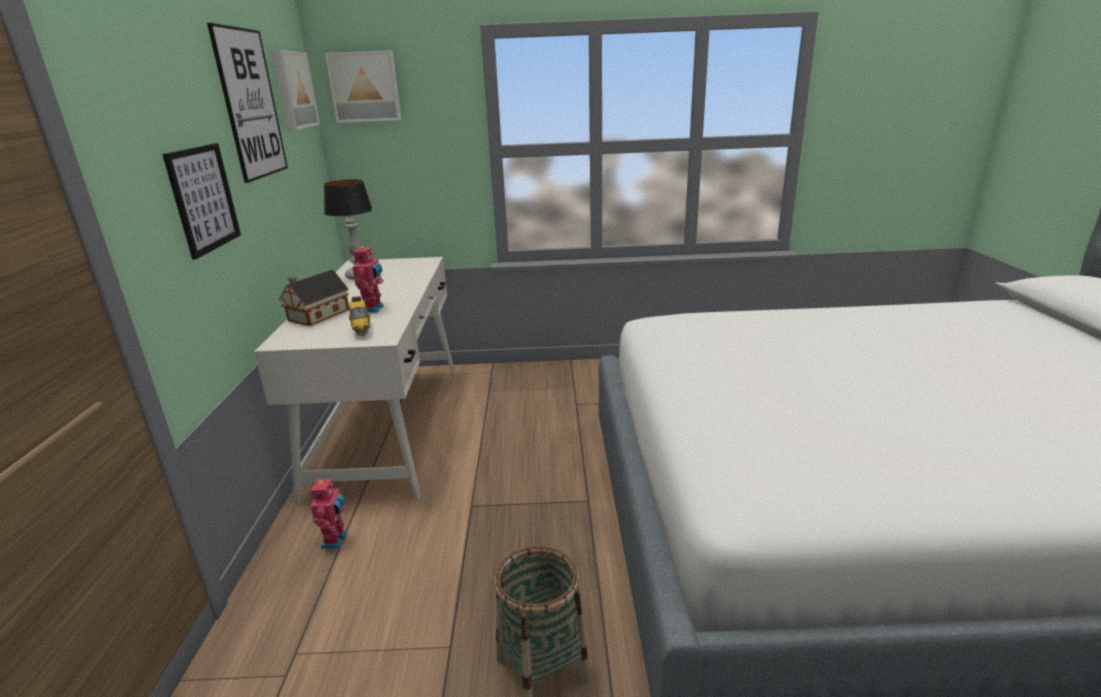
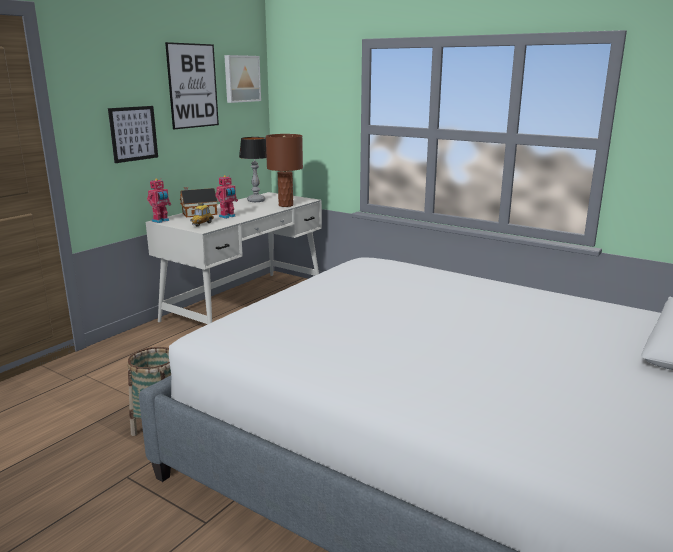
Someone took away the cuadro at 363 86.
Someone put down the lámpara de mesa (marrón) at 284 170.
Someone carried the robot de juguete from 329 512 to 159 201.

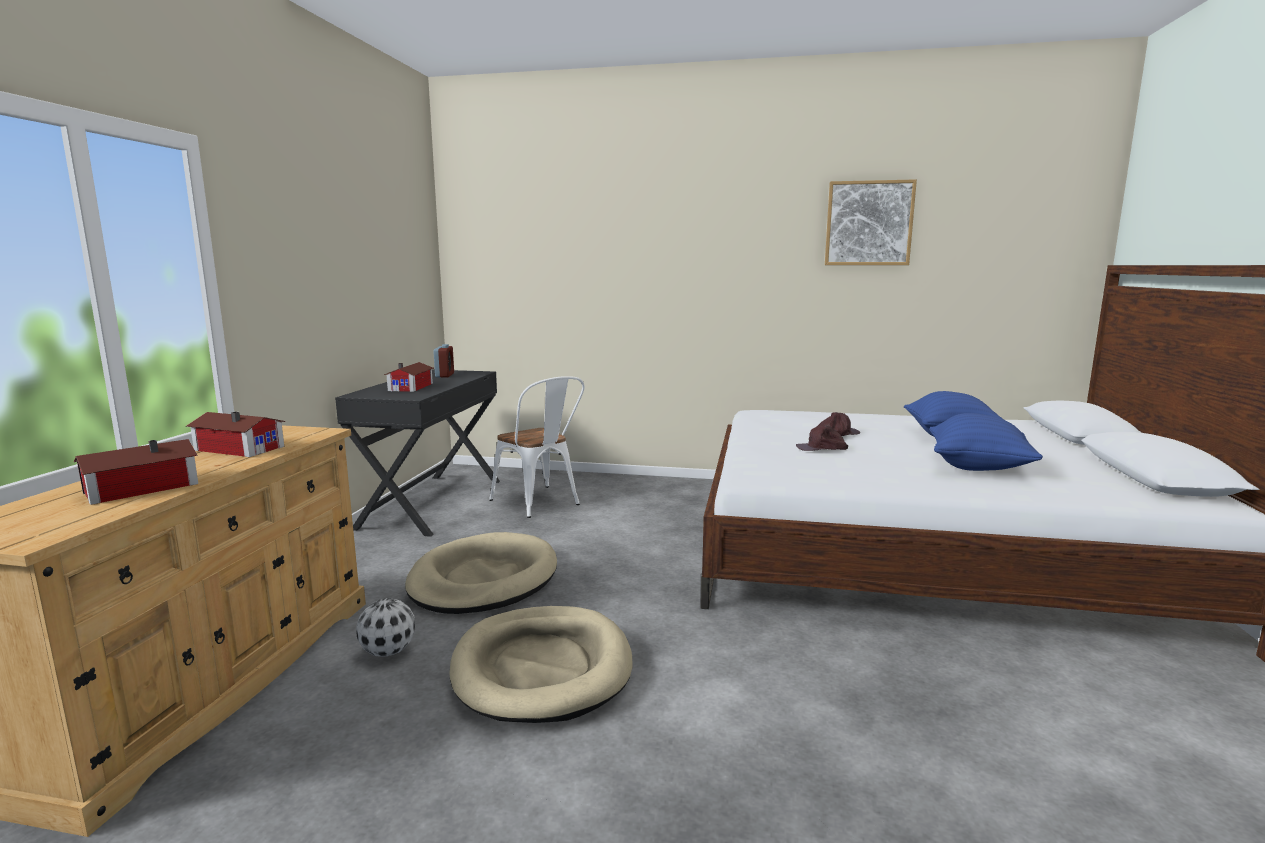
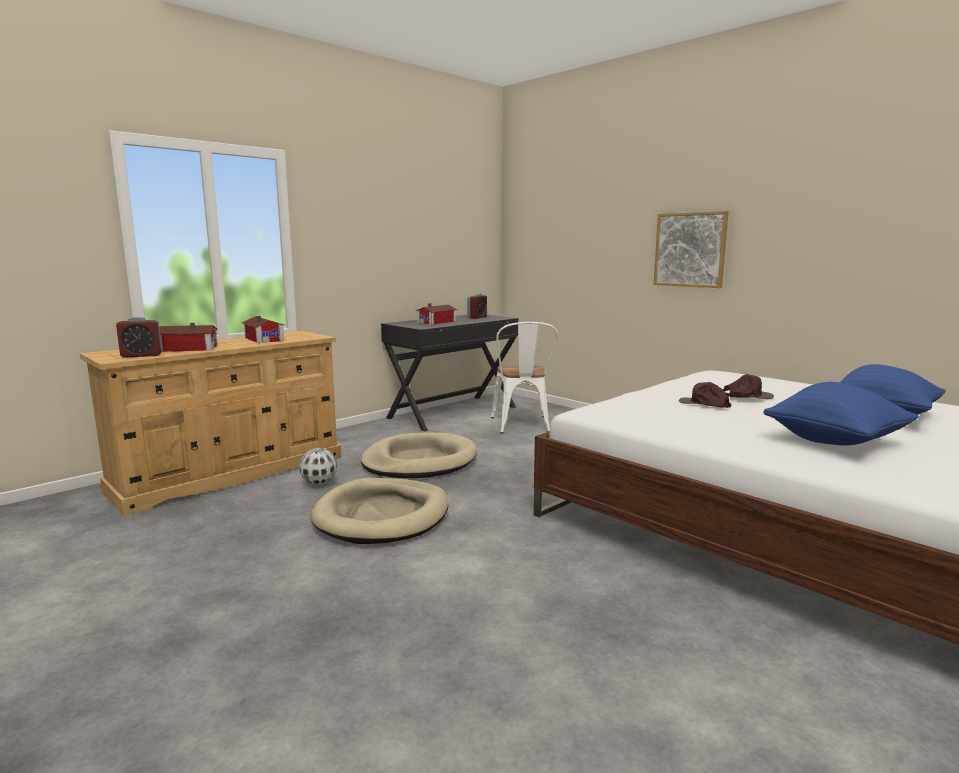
Someone put down the despertador at 139 337.
Someone carried the cuadro from 871 222 to 691 249.

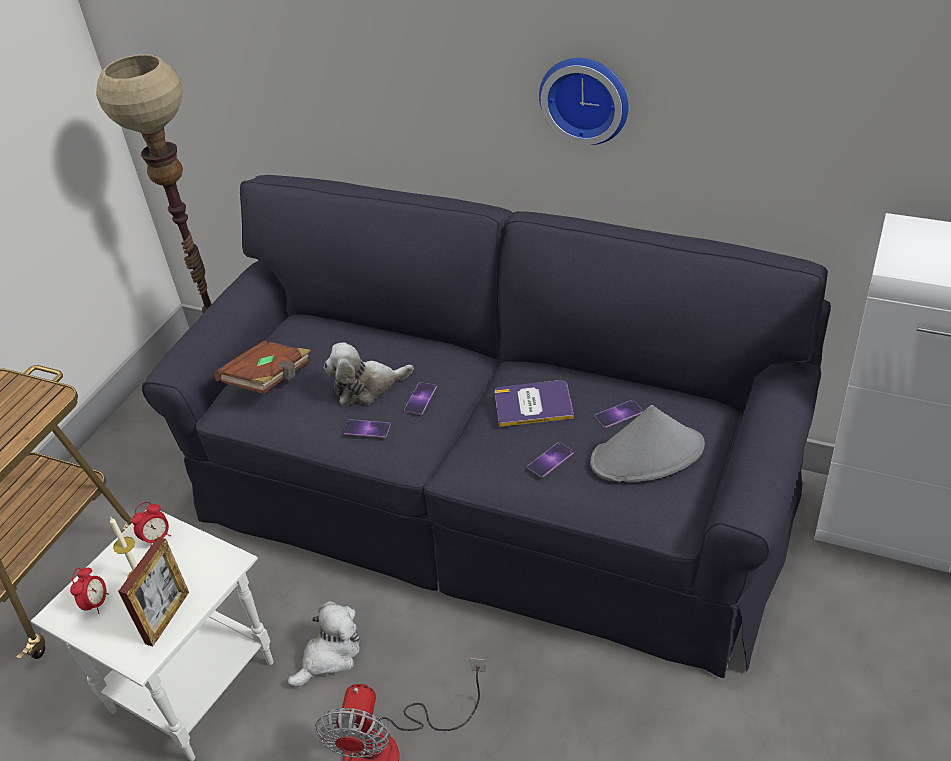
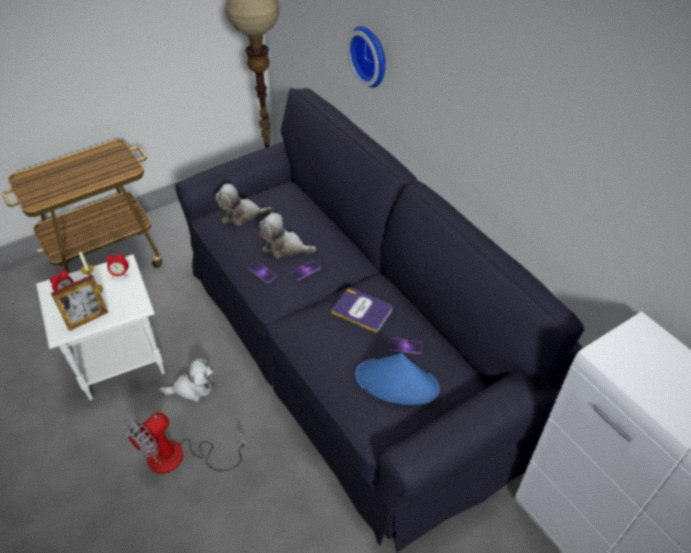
Someone took away the móvil at 550 460.
Someone carried the reloj de pared from 583 101 to 366 57.
Someone swapped the libro (marrón) at 262 367 for the peluche at 244 205.
Someone repainted the sombrero (gris) at 647 443, which became the sombrero (azul) at 397 379.

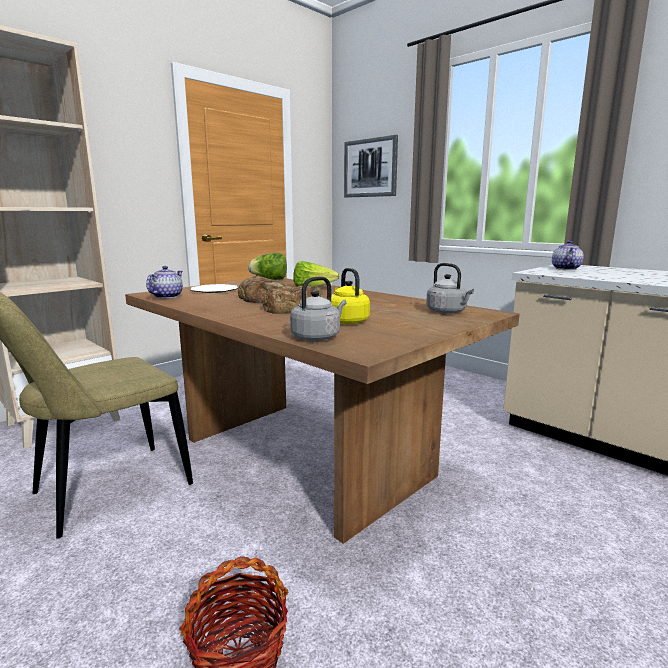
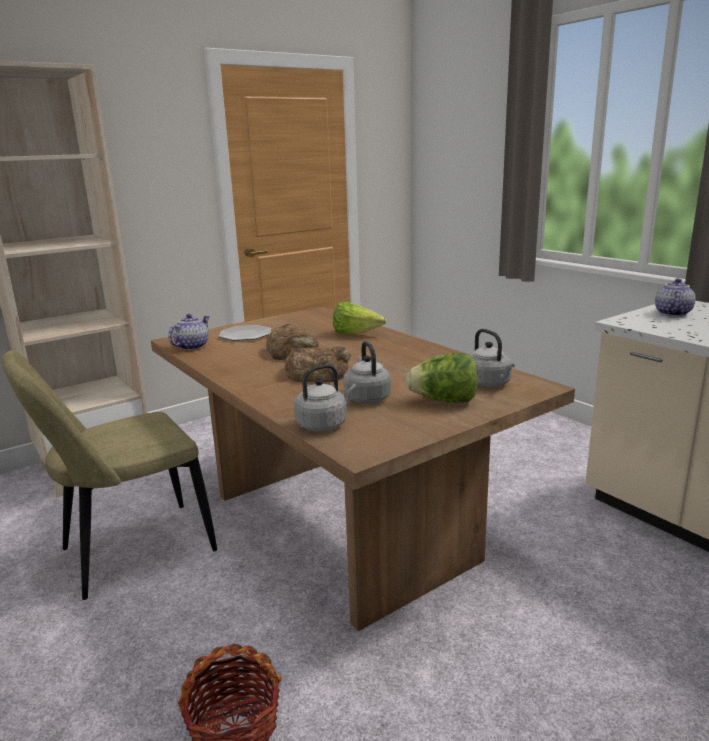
Someone took away the cuadro at 371 166.
Someone carried the lechuga from 267 266 to 442 378.
Someone repainted the hervidor (amarillo) at 350 296, which became the hervidor (gris) at 367 372.

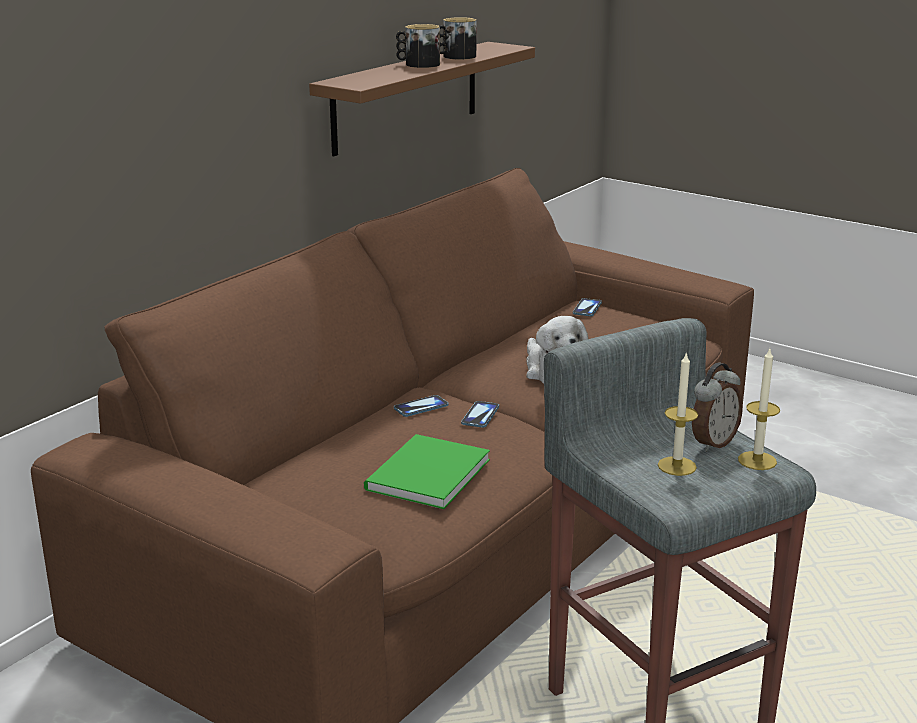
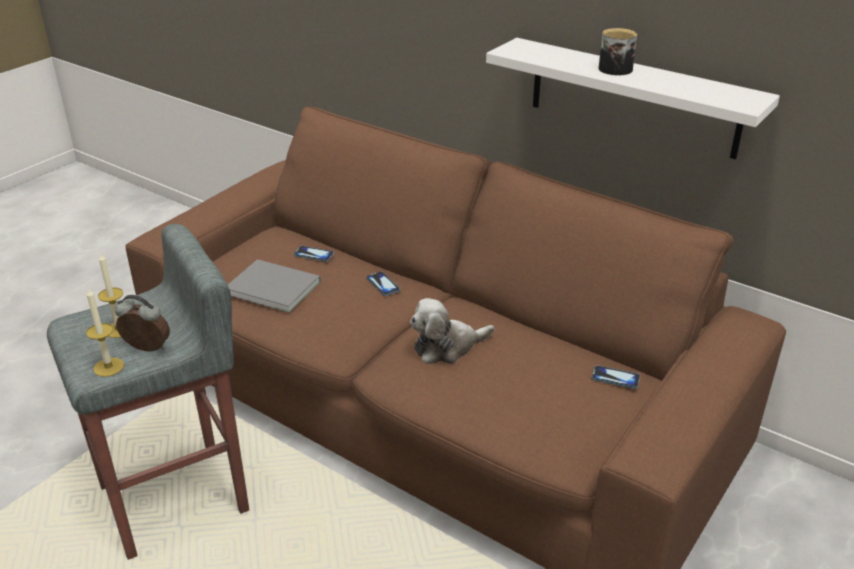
Someone took away the taza grande at 458 38.
Someone carried the móvil from 480 414 to 314 254.
Someone repainted the estante (marrón) at 422 99, which became the estante (blanco) at 633 98.
Someone repainted the libro (verde) at 427 471, which became the libro (gris) at 274 286.
Someone rotated the despertador at 717 407 by 150 degrees clockwise.

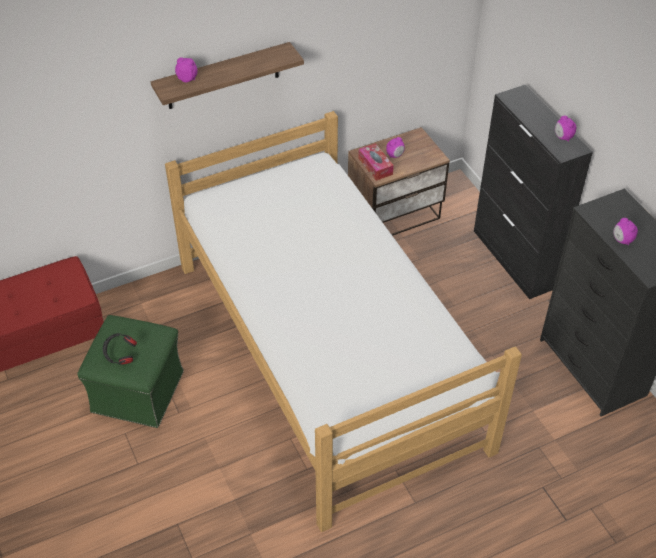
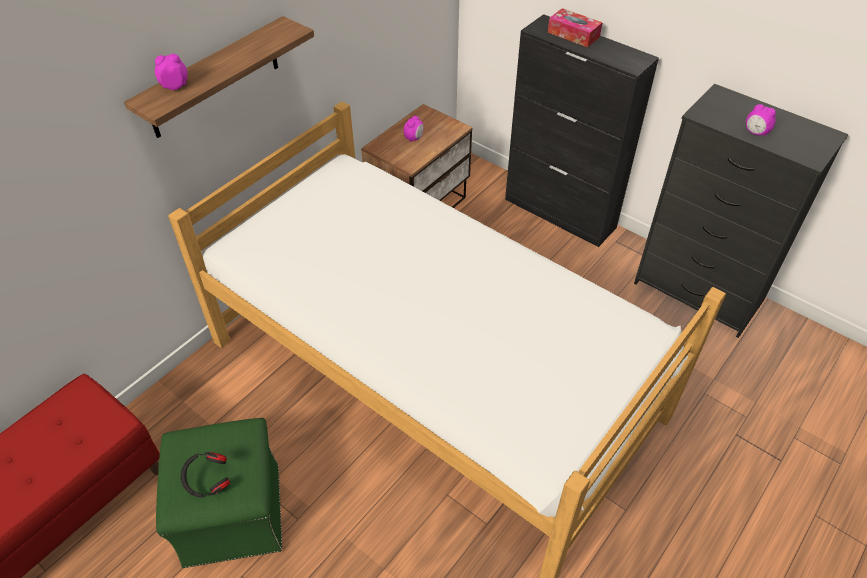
Someone took away the despertador at 565 129.
Someone carried the caja de pañuelos from 376 162 to 575 27.

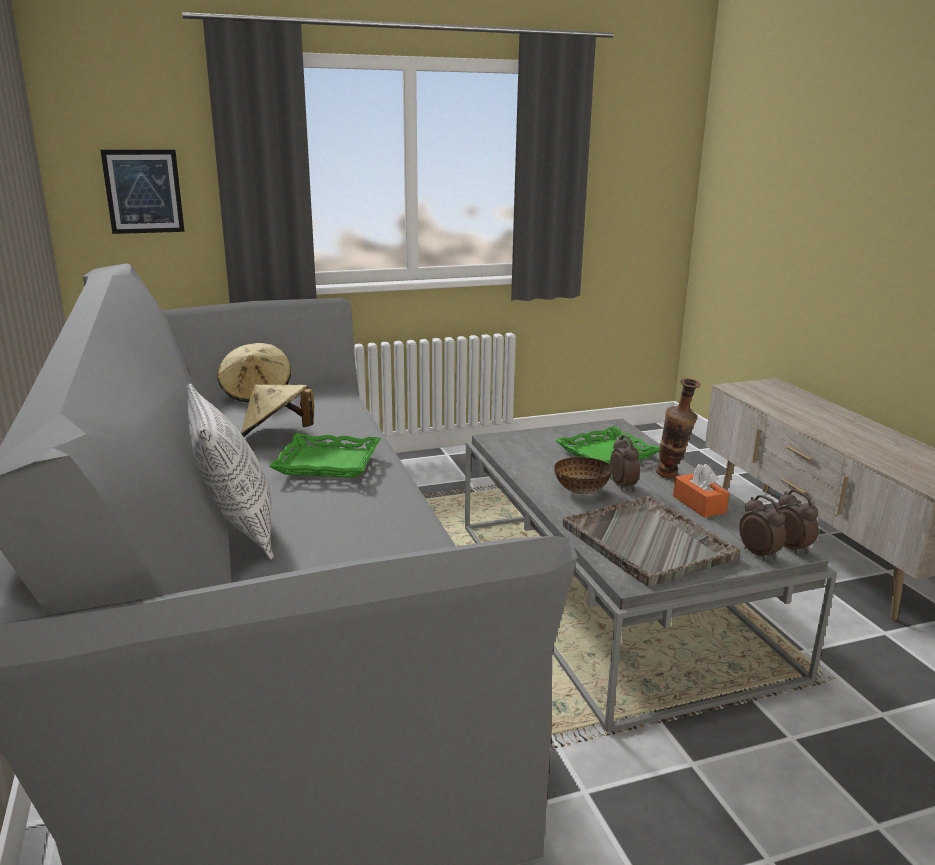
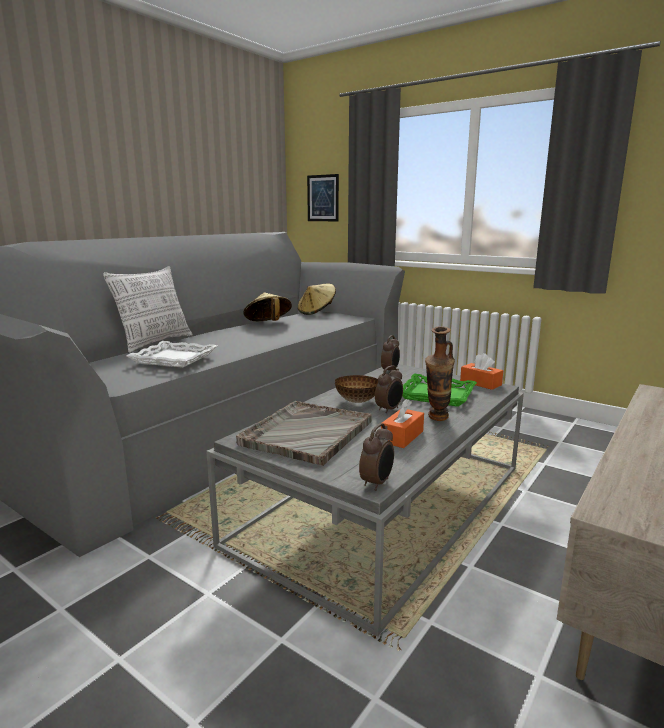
Someone took away the bandeja (verde) at 325 455.
Someone put down the bandeja (blanco) at 171 354.
Someone put down the caja de pañuelos (naranja) at 481 371.
Someone carried the despertador from 762 528 to 390 353.

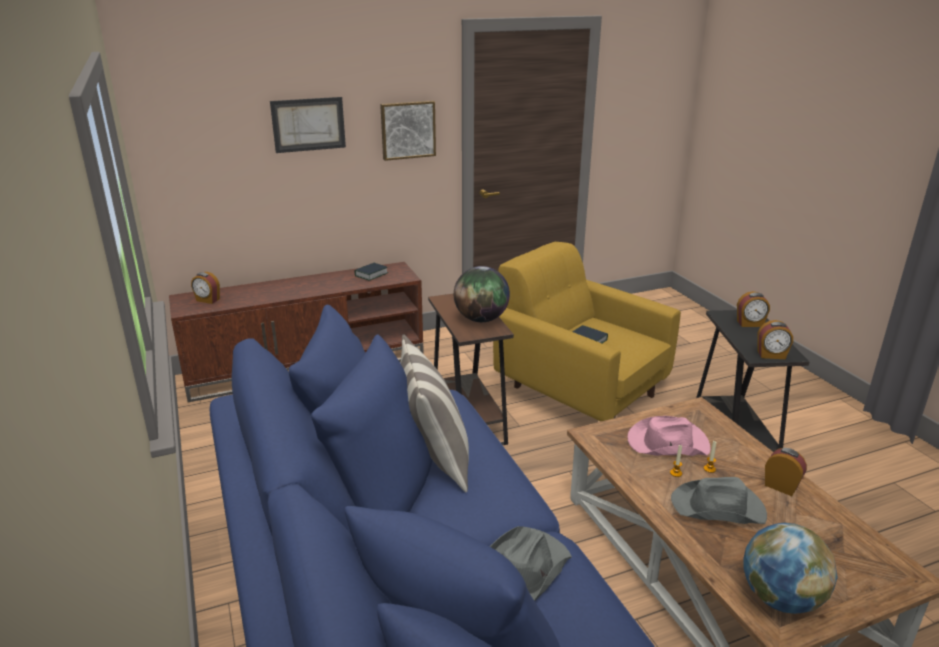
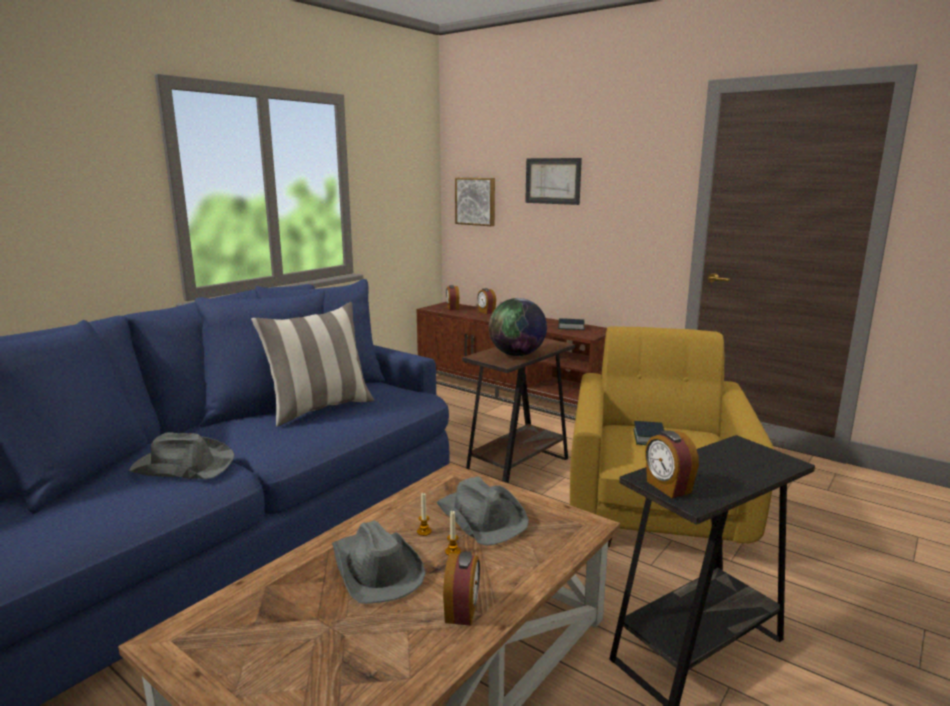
Someone took away the globo terráqueo at 791 568.
Someone carried the cuadro from 408 130 to 475 202.
Someone carried the despertador from 753 309 to 486 301.
Someone repainted the sombrero (rosa) at 669 436, which became the sombrero (gris) at 482 511.

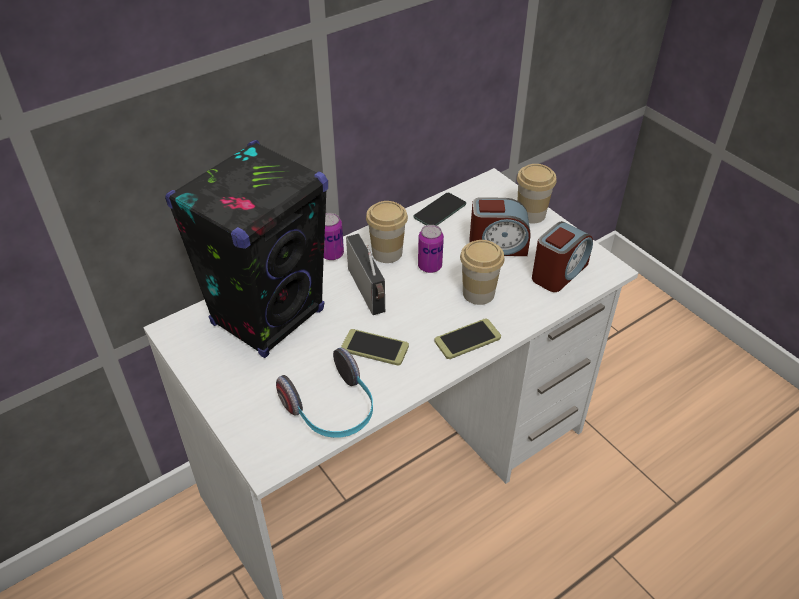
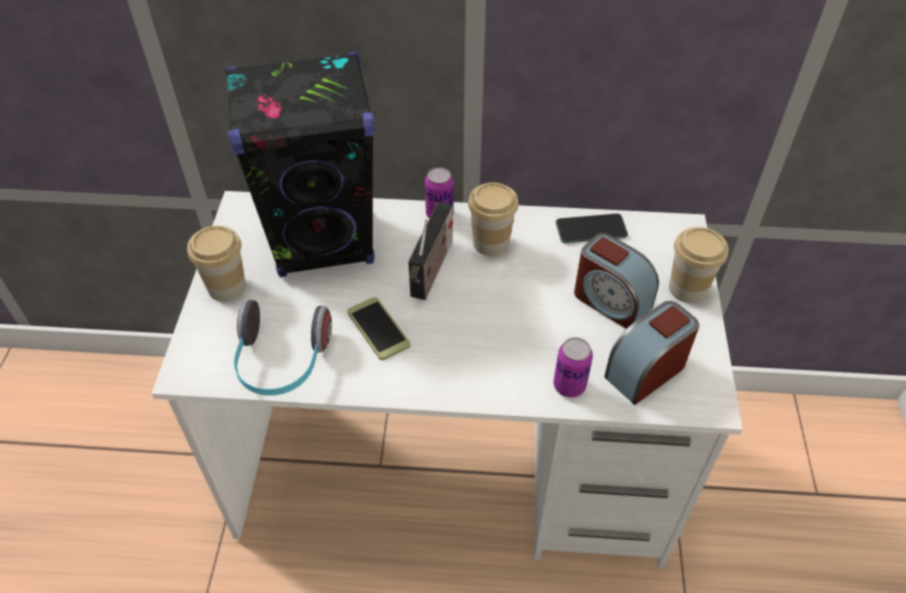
Someone took away the móvil at 467 338.
Someone carried the lata from 431 249 to 573 367.
Someone carried the taza from 482 272 to 216 264.
Someone rotated the despertador at 562 256 by 150 degrees clockwise.

